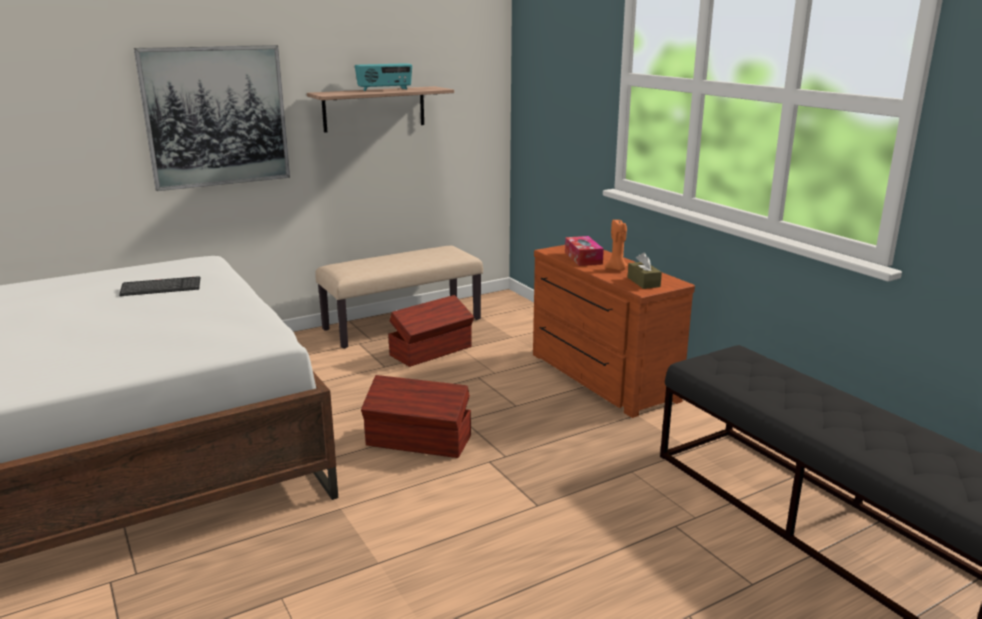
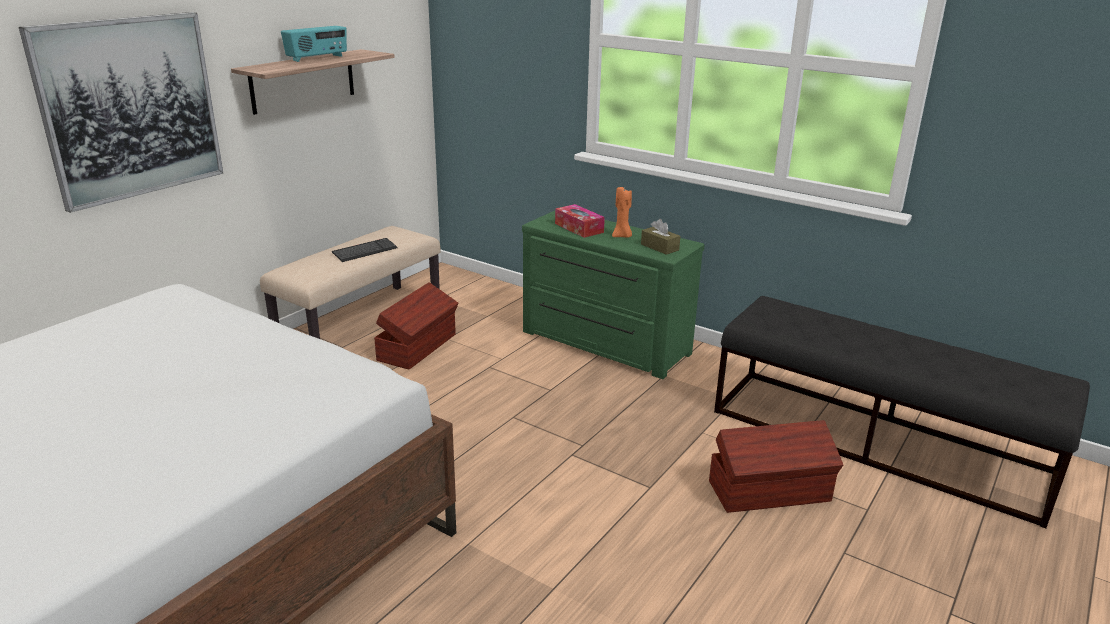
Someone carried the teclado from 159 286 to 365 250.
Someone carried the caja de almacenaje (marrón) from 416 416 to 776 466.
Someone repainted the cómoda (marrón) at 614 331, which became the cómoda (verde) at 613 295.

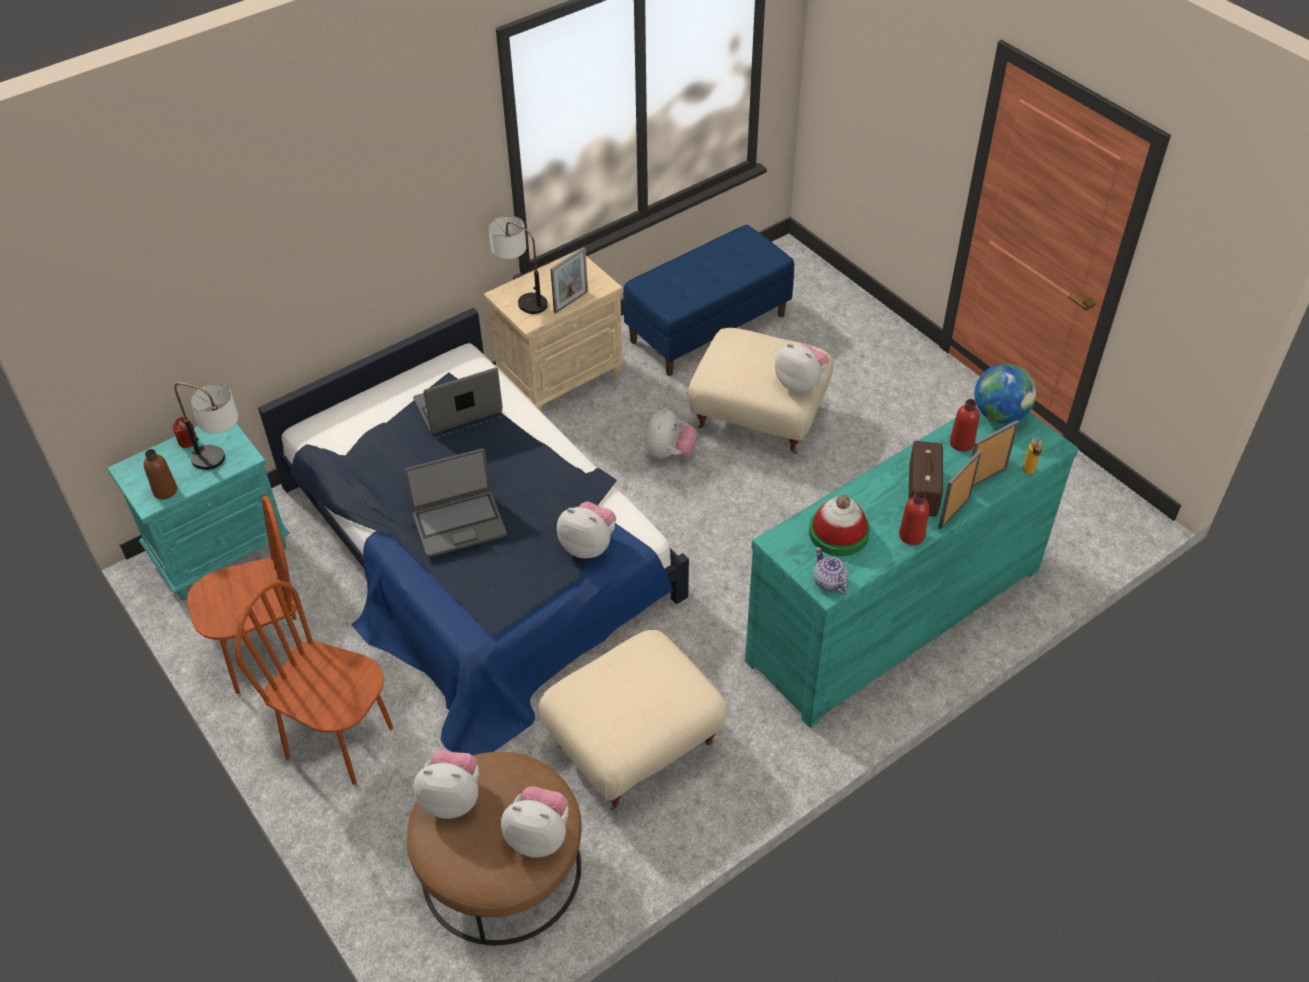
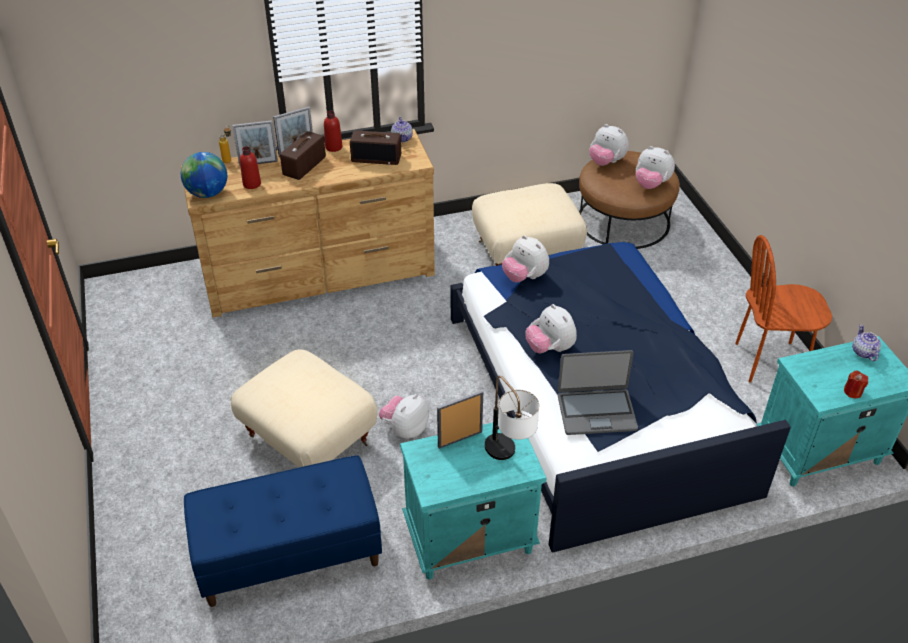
Someone took away the lámpara de mesa at 206 426.
Someone took away the silla (marrón) at 313 683.
Someone took away the portátil at 455 503.
Someone carried the peluche from 802 368 to 551 328.
Someone swapped the botella (marrón) at 160 474 for the tetera at 866 342.
Someone swapped the sombrero at 839 525 for the radio at 375 148.
Someone repainted the mesita de noche (beis) at 555 330, which became the mesita de noche (turquesa) at 473 501.
Someone repainted the cómoda (turquesa) at 911 566, which became the cómoda (marrón) at 308 223.

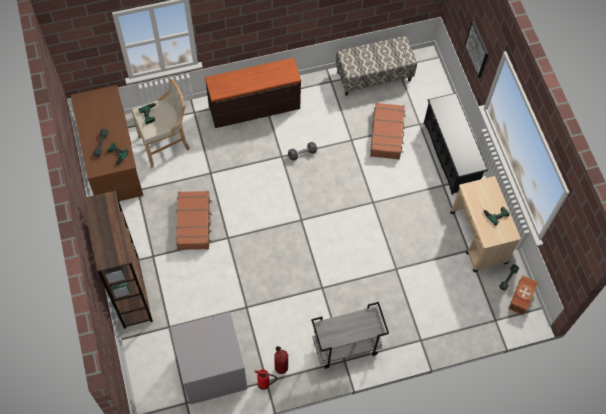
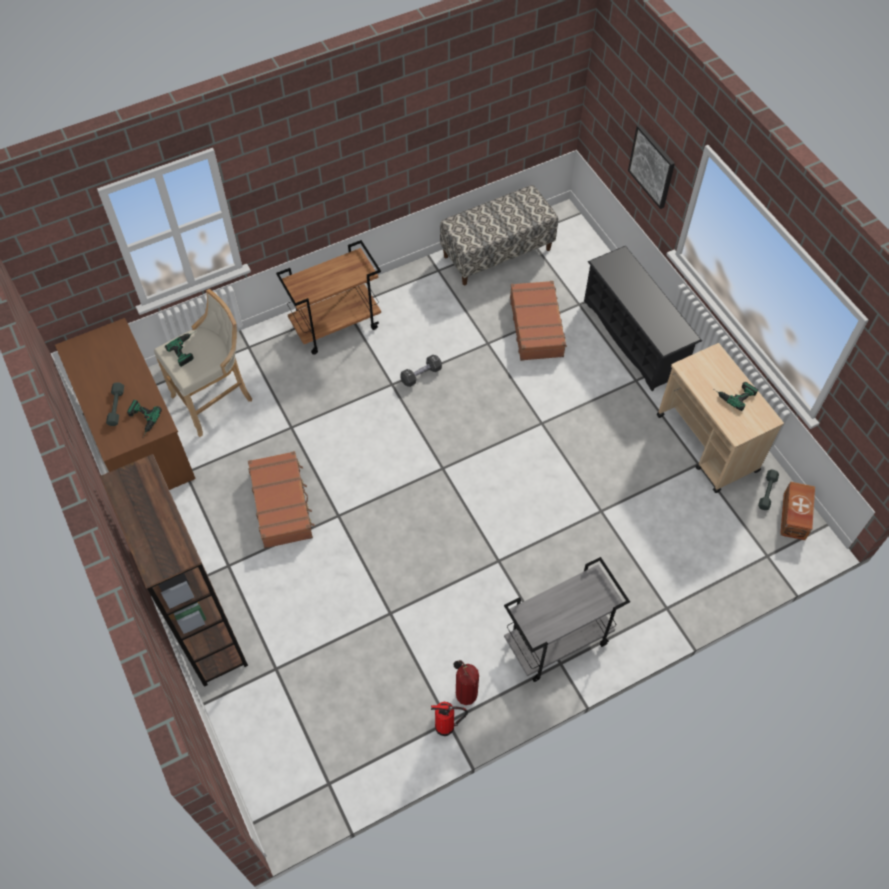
Someone took away the lavadora (gris) at 208 358.
Someone swapped the cómoda (marrón) at 253 92 for the carrito (marrón) at 328 297.

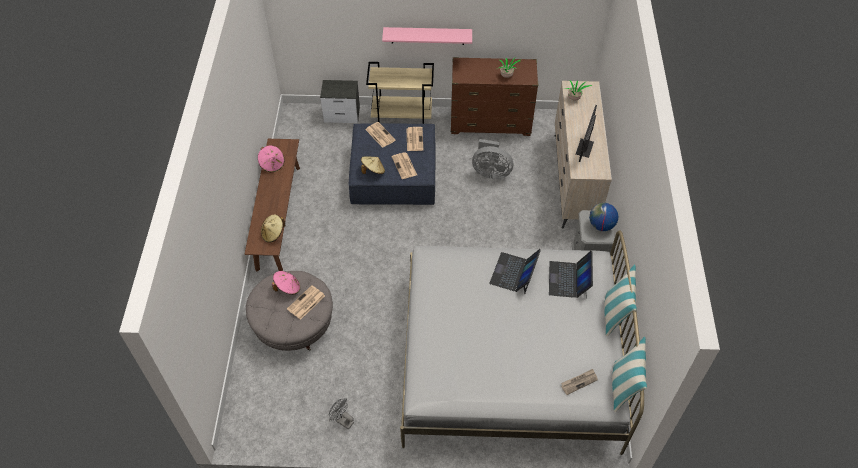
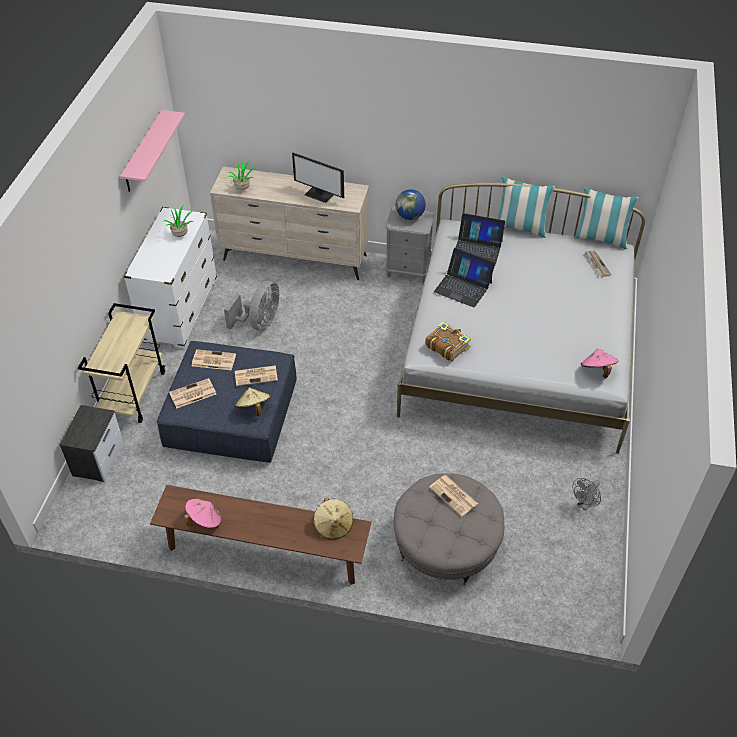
Someone put down the libro at 448 341.
Someone carried the sombrero (rosa) from 286 283 to 599 364.
Someone carried the estante (rosa) from 427 36 to 152 151.
Someone repainted the cómoda (marrón) at 494 96, which became the cómoda (blanco) at 170 278.

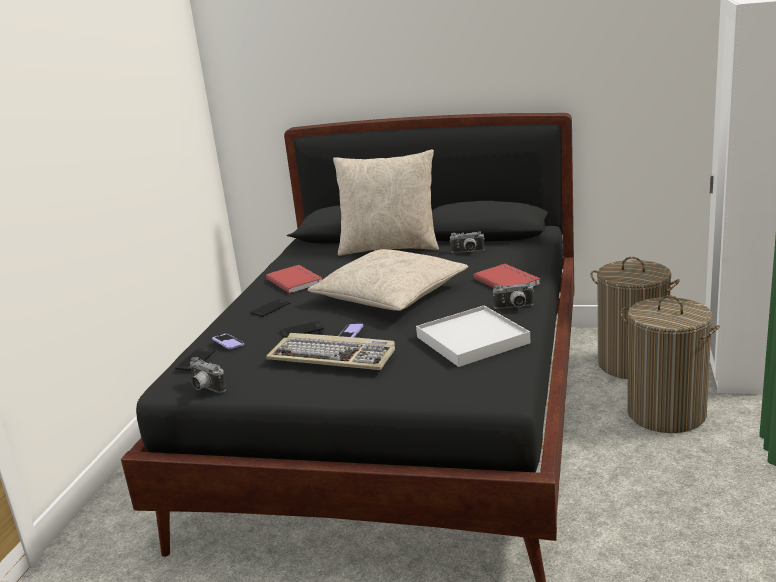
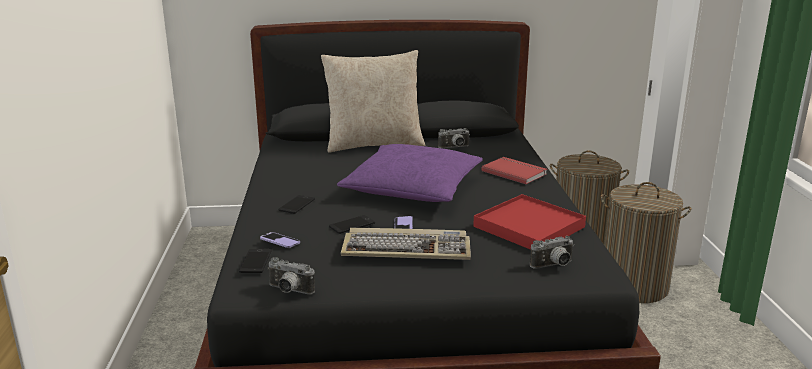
Someone took away the libro (rojo) at 294 279.
Someone carried the cámara from 513 295 to 552 252.
Someone repainted the cojín (beis) at 387 280, which became the cojín (morado) at 410 173.
Someone repainted the bandeja (blanco) at 473 336, which became the bandeja (rojo) at 529 222.

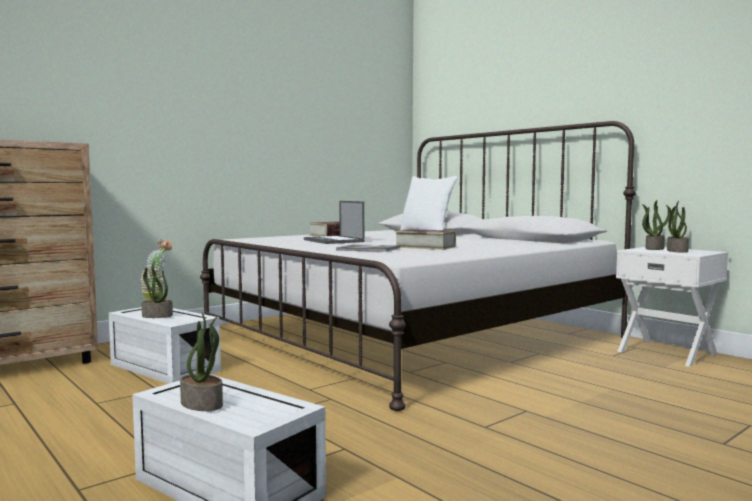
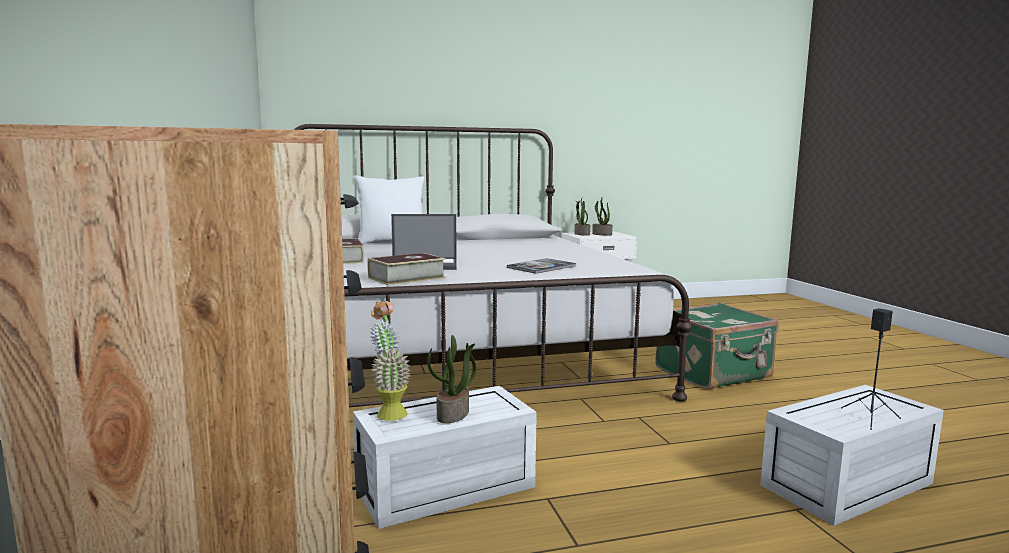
Someone put down the maleta (verde) at 717 346.
Someone carried the libro from 425 239 to 407 269.
Someone swapped the planta en maceta at 201 362 for the altavoz (negro) at 871 369.

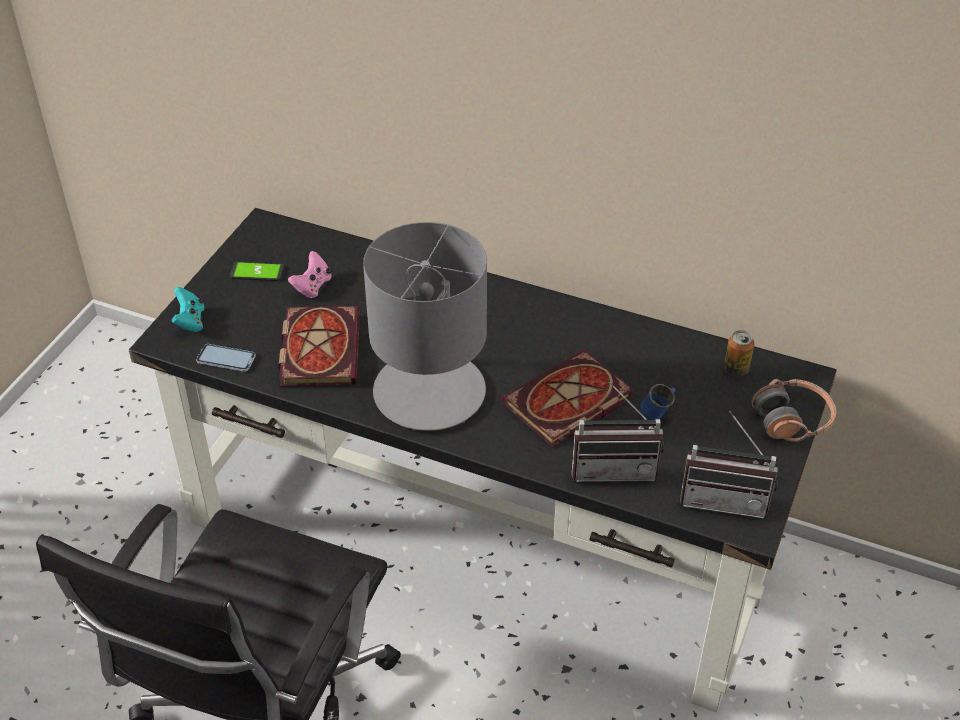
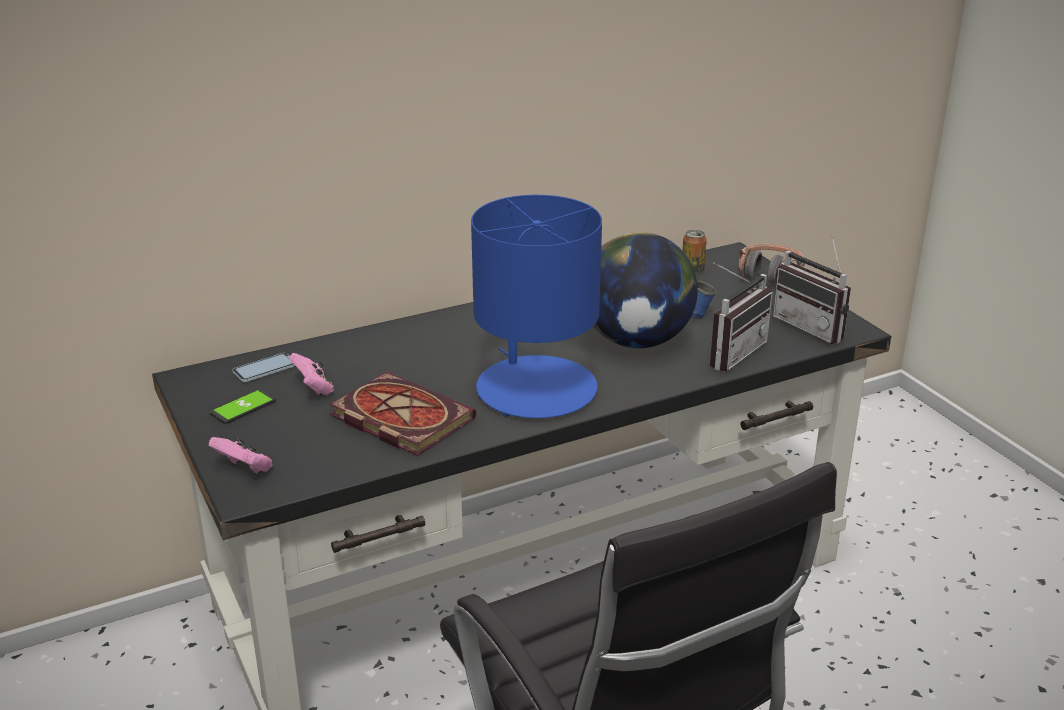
Someone carried the móvil from 226 358 to 263 367.
Someone swapped the libro at 567 398 for the globo terráqueo at 646 290.
Someone repainted the mando de consola (turquesa) at 187 309, which became the mando de consola (rosa) at 240 455.
Someone repainted the lámpara de mesa (gris) at 425 326, which became the lámpara de mesa (azul) at 536 306.
Someone rotated the radio at 729 465 by 90 degrees clockwise.

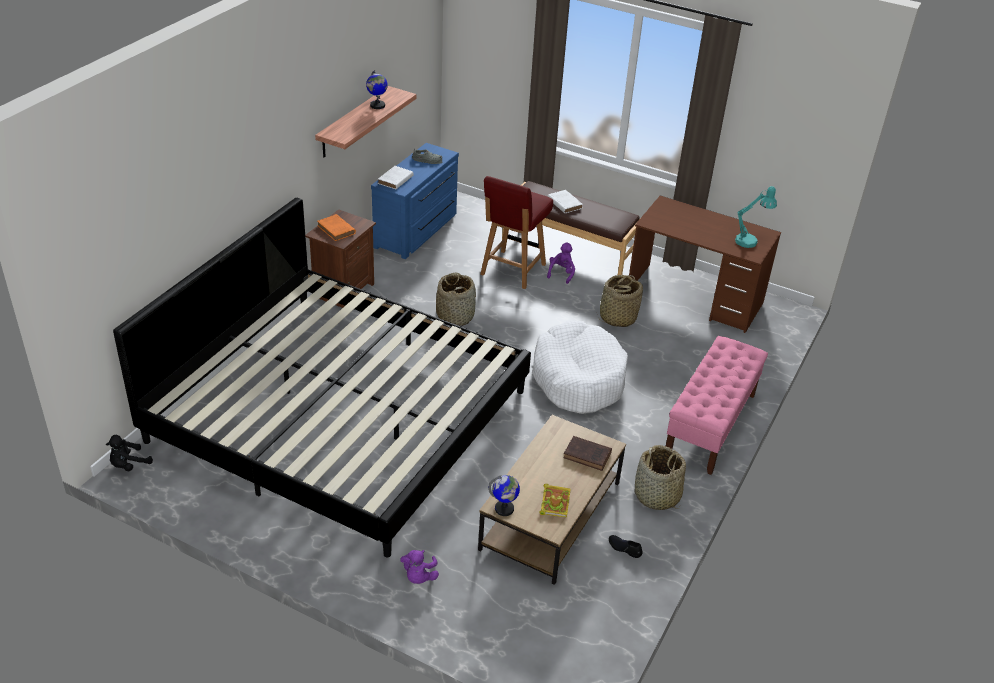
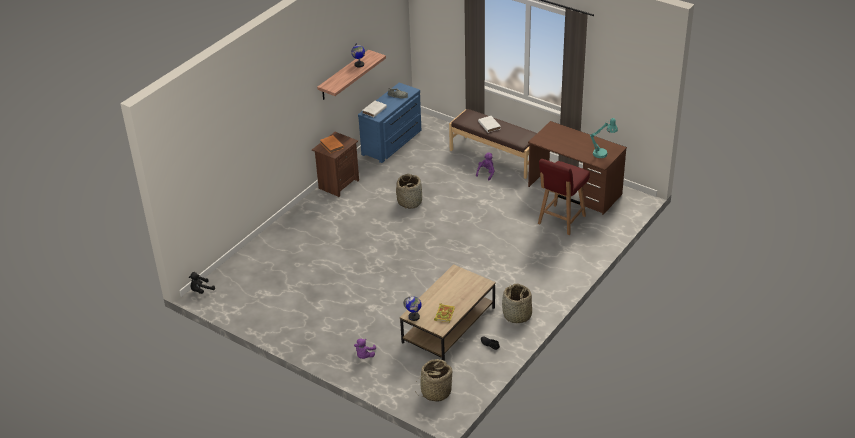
Someone took away the cama at 322 378.
Someone took away the cama para perro (blanco) at 580 367.
Someone took away the libro (marrón) at 587 453.
Someone took away the banco (rosa) at 716 405.
Someone carried the silla (rojo) from 516 232 to 564 197.
Someone carried the cesta from 620 301 to 434 380.

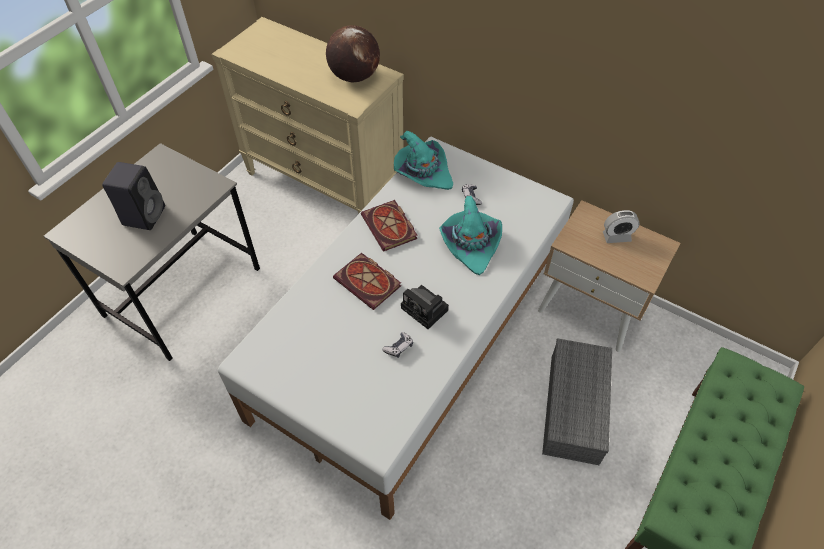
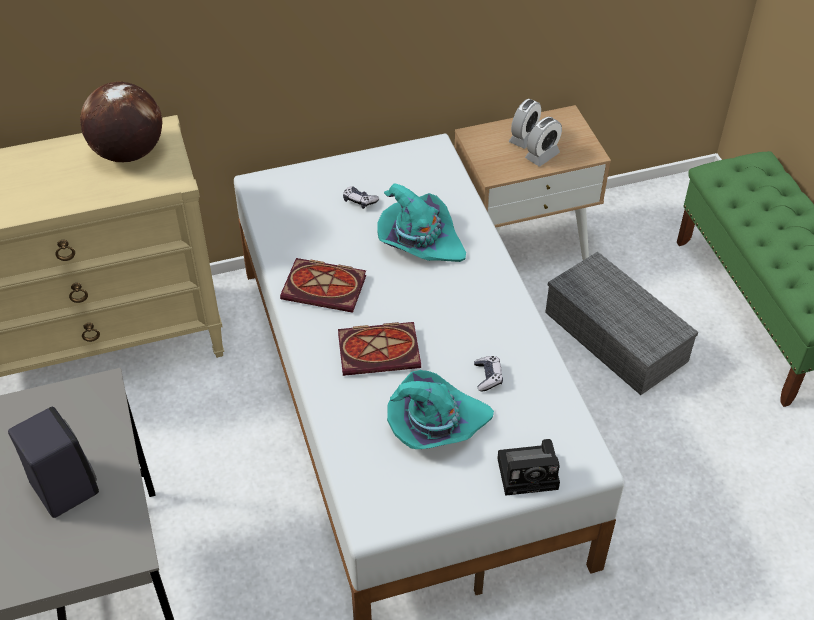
Someone put down the despertador at 543 141.
Someone carried the sombrero (turquesa) from 423 160 to 440 409.
Someone carried the cámara from 425 307 to 528 467.

